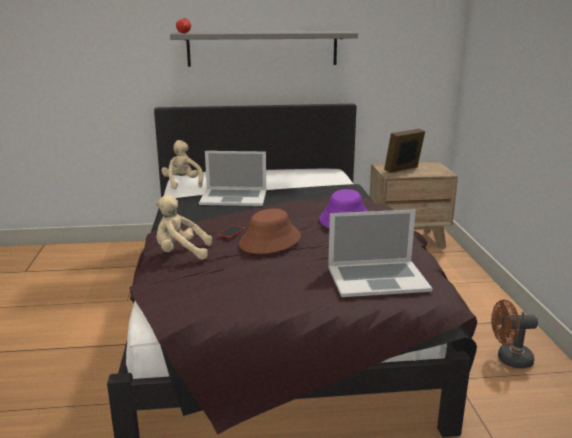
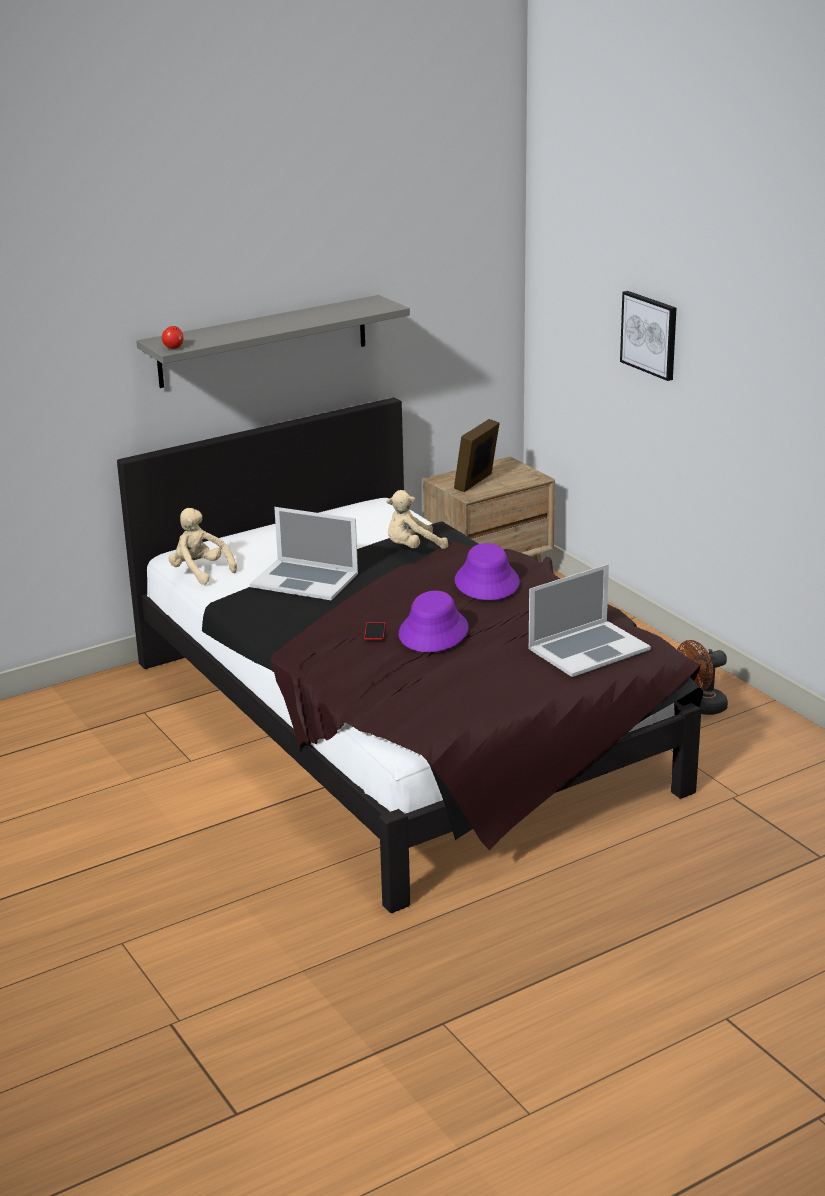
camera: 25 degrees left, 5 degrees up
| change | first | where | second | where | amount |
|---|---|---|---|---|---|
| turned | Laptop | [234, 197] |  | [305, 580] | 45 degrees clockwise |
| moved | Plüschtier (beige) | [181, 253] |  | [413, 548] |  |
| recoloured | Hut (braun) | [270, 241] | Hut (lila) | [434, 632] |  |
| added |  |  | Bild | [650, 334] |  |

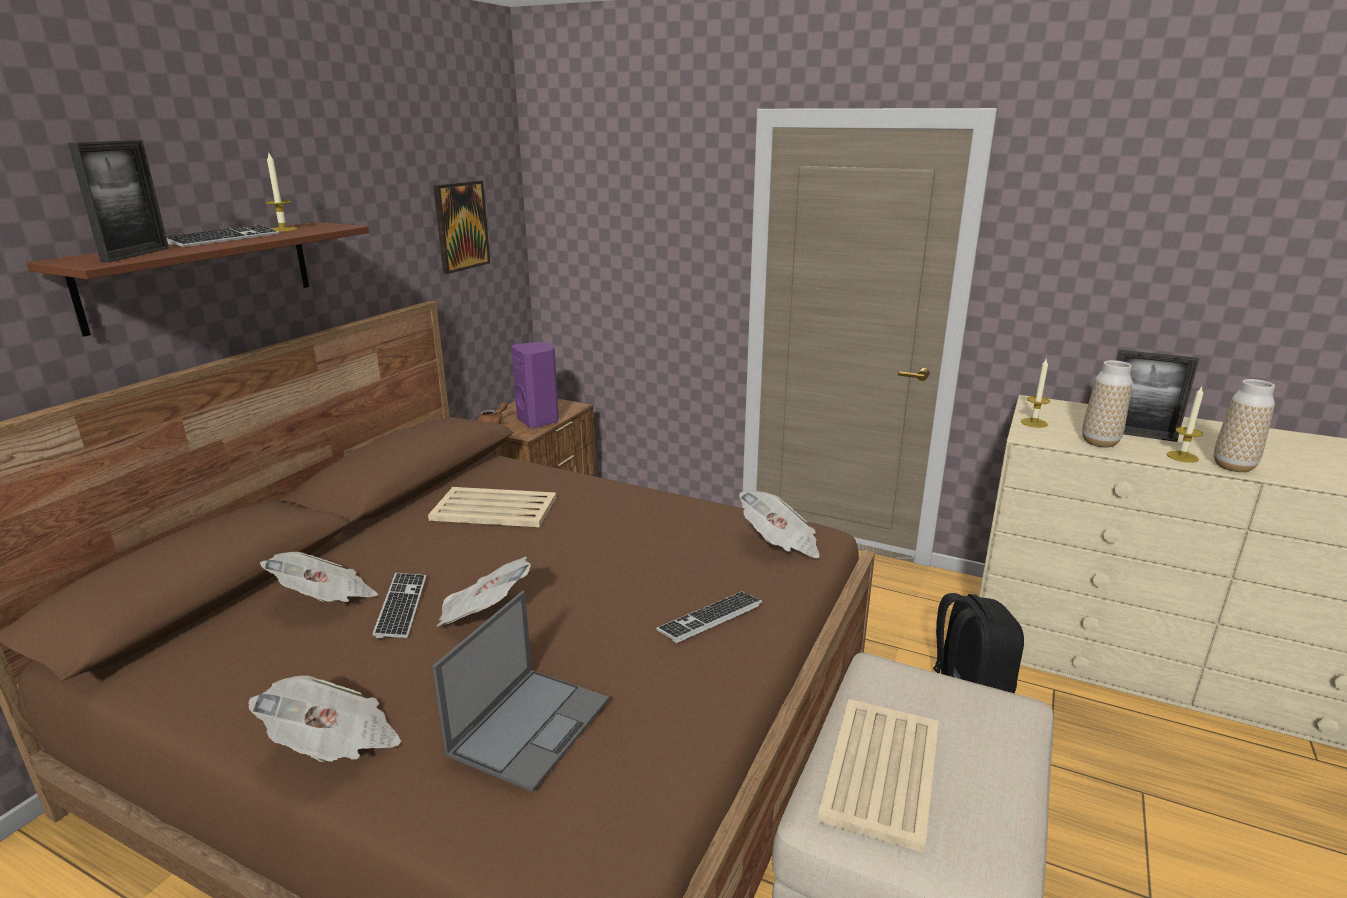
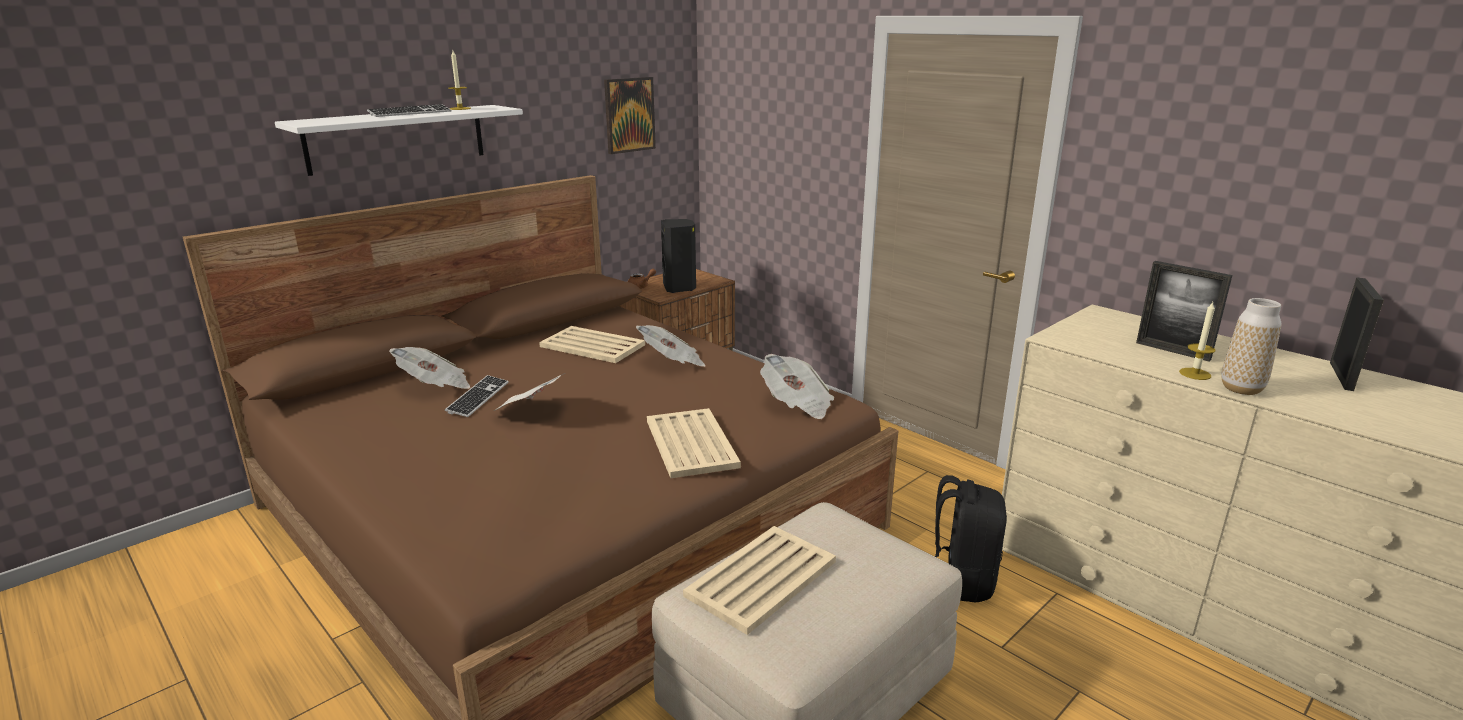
camera: 20 degrees right, 0 degrees up
| change | first | where | second | where | amount |
|---|---|---|---|---|---|
| moved | Bilderrahmen | [136, 255] |  | [1341, 376] |  |
| recoloured | Wandregal (braun) | [201, 274] | Wandregal (weiß) | [397, 138] |  |
| recoloured | Lautsprecher (lila) | [539, 421] | Lautsprecher (schwarz) | [680, 288] |  |
| removed | Kerze | [1034, 423] |  |  |  |
| removed | Vase | [1099, 442] |  |  |  |
| removed | Laptop | [531, 725] |  |  |  |
| replaced | Tastatur | [710, 618] | Tablett (beige) | [691, 444] |  |
| moved | Zeitung | [335, 745] |  | [672, 362] |  |

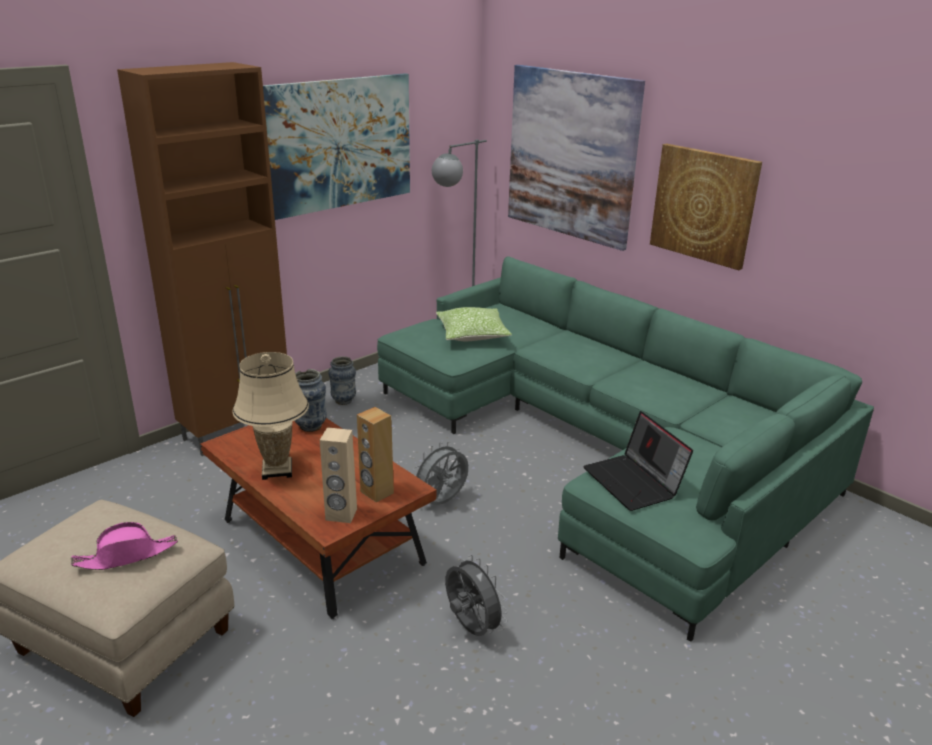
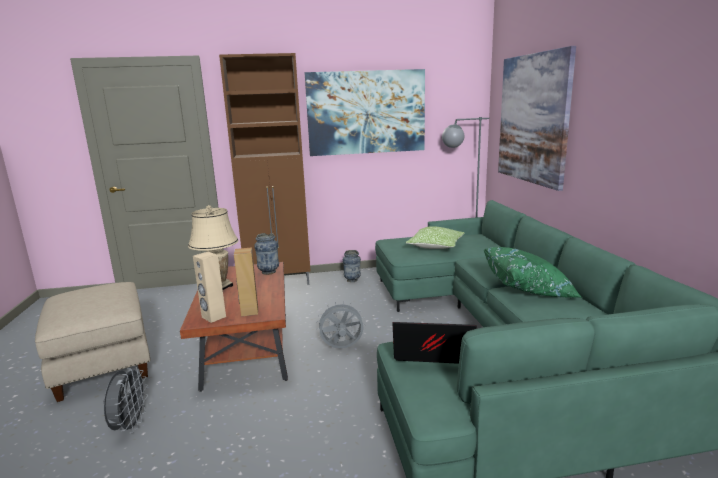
camera: 35 degrees right, 10 degrees down
| change | first | where | second | where | amount |
|---|---|---|---|---|---|
| removed | Bild | [704, 205] |  |  |  |
| turned | Laptop | [634, 482] |  | [431, 354] | 90 degrees clockwise |
| removed | Hut (rosa) | [127, 555] |  |  |  |
| moved | Ventilator (grau) | [471, 628] |  | [130, 426] |  |
| added |  |  | Kissen (grün) | [528, 289] |  |

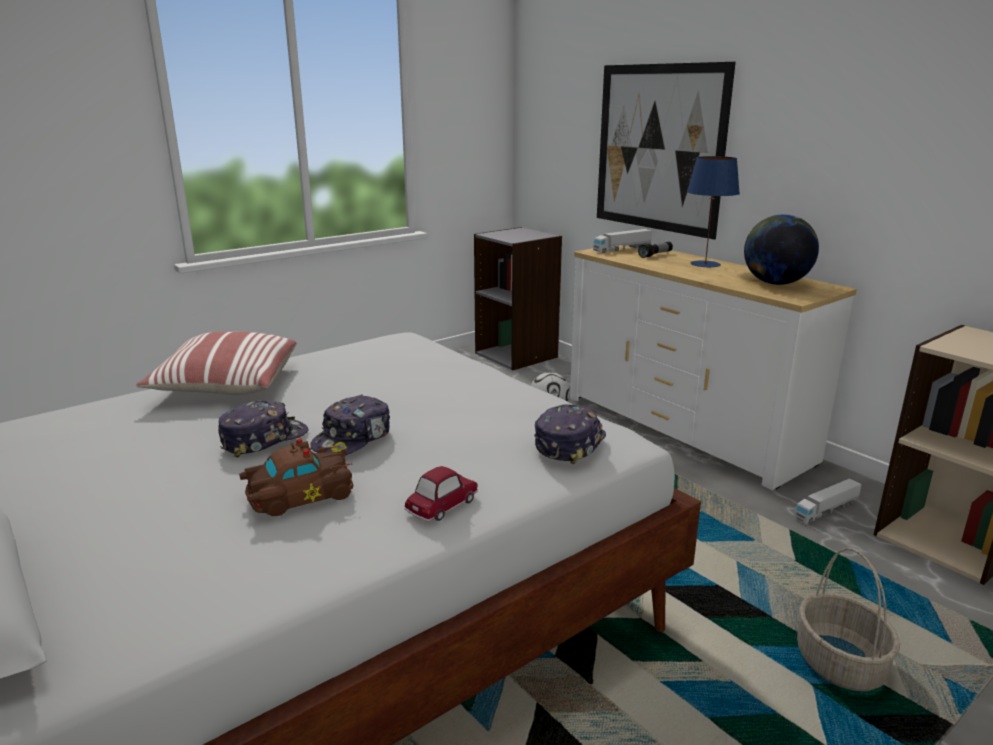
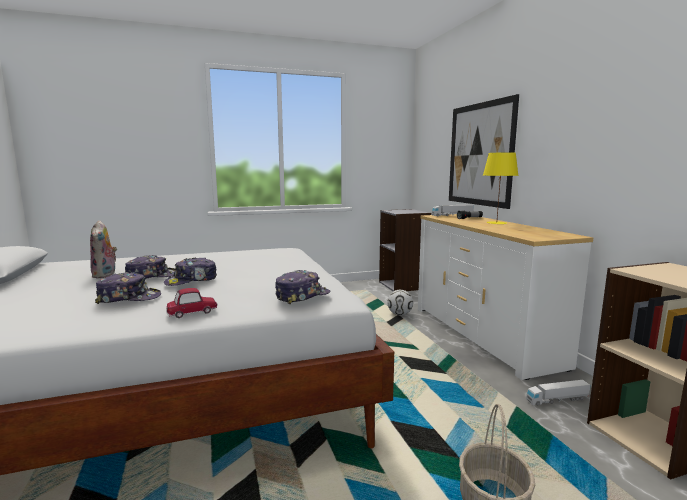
camera: 20 degrees right, 10 degrees down
| change | first | where | second | where | amount |
|---|---|---|---|---|---|
| recoloured | Tischlampe (blau) | [704, 264] | Tischlampe (gelb) | [496, 223] |  |
| removed | Globus | [775, 283] |  |  |  |
| removed | Kissen | [226, 385] |  |  |  |
| replaced | Spielzeugauto (braun) | [297, 495] | Kappe | [129, 298] |  |
| added |  |  | Plüschtier | [105, 275] |  |

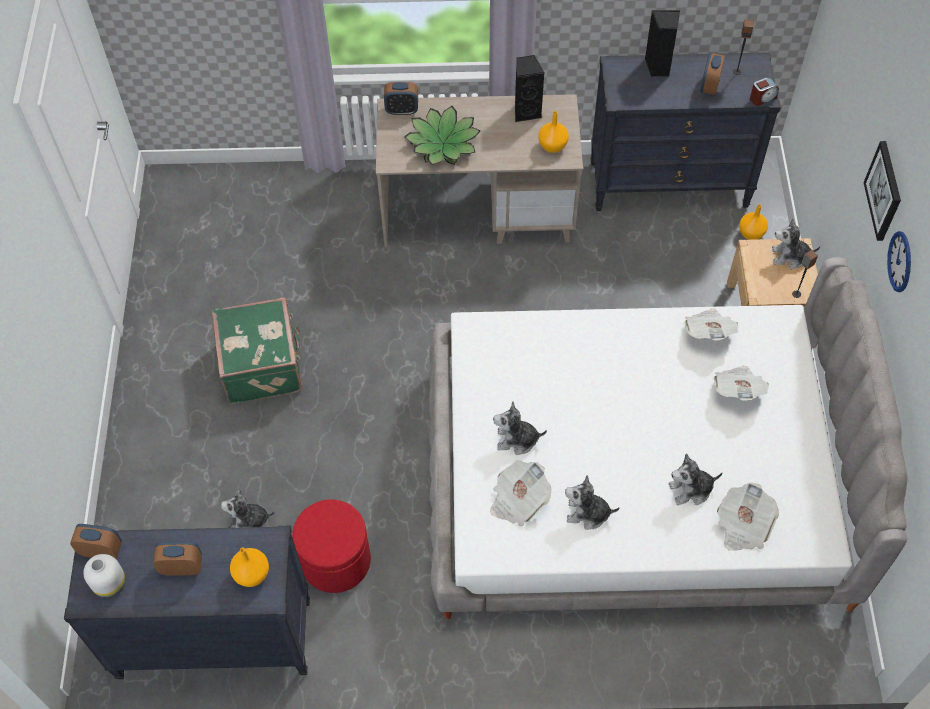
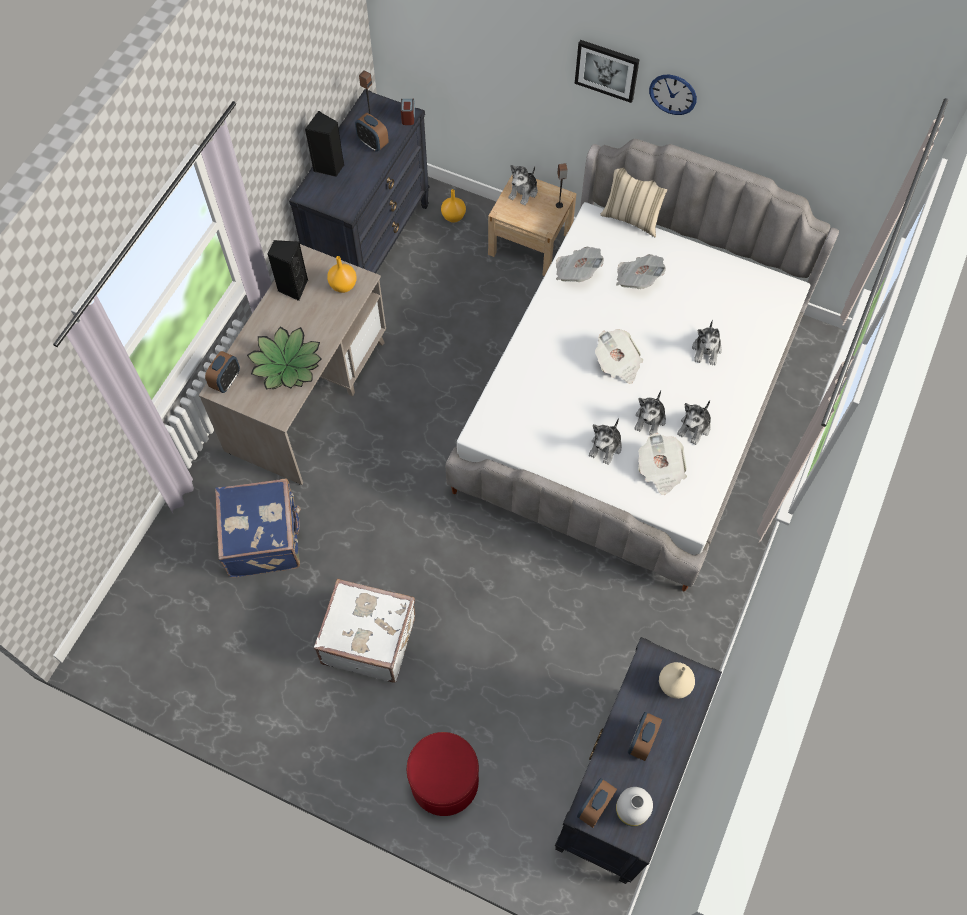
camera: 65 degrees left, 5 degrees up
| change | first | where | second | where | amount |
|---|---|---|---|---|---|
| recoloured | Koffer (grün) | [263, 365] | Koffer (weiß) | [369, 638] |  |
| moved | Zeitung | [742, 525] |  | [618, 363] |  |
| moved | Plüschtier | [249, 521] |  | [650, 419] |  |
| moved | Polsterhocker (rot) | [336, 561] |  | [444, 781] |  |
| recoloured | Vase (orange) | [252, 575] | Vase (beige) | [675, 685] |  |
| added |  |  | Kissen (beige) | [632, 218] |  |
| added |  |  | Koffer (blau) | [264, 538] |  |

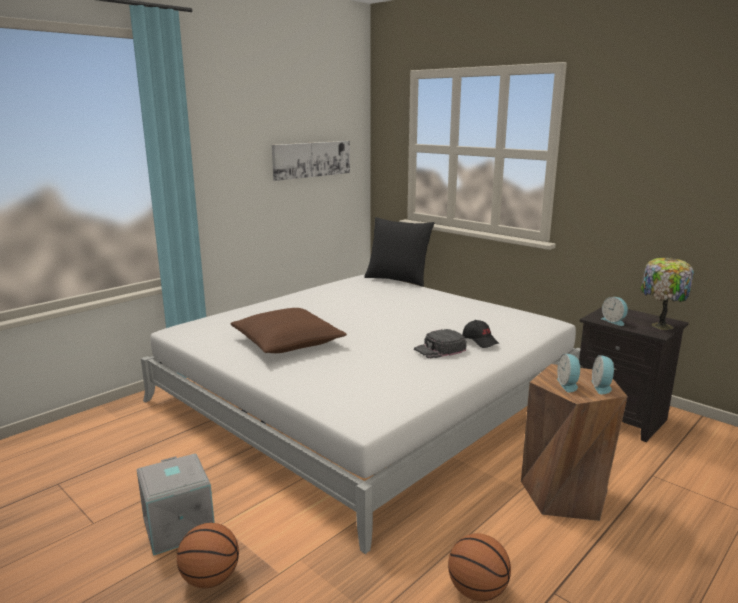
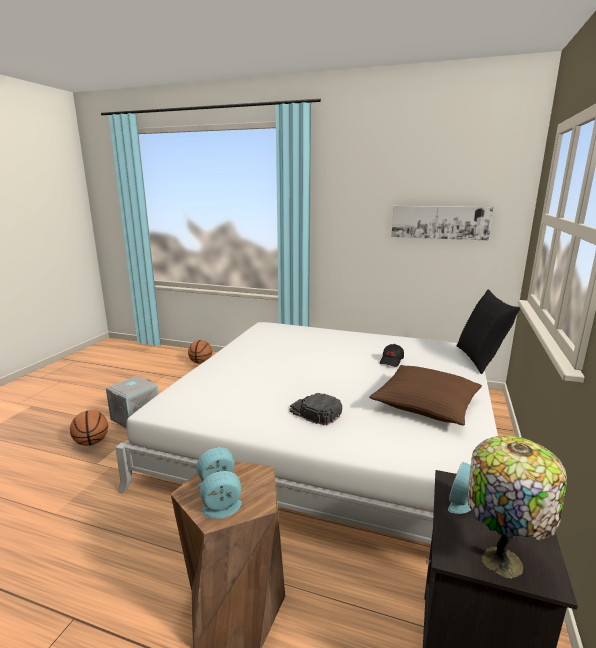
camera: 65 degrees right, 0 degrees up
| change | first | where | second | where | amount |
|---|---|---|---|---|---|
| moved | Kissen (braun) | [287, 342] |  | [426, 403] |  |
| moved | Kappe (schwarz) | [480, 341] |  | [391, 361] |  |
| moved | Basketball | [477, 591] |  | [200, 362] |  |

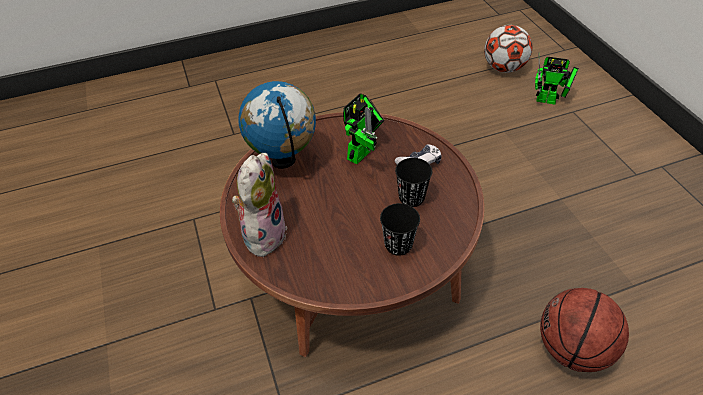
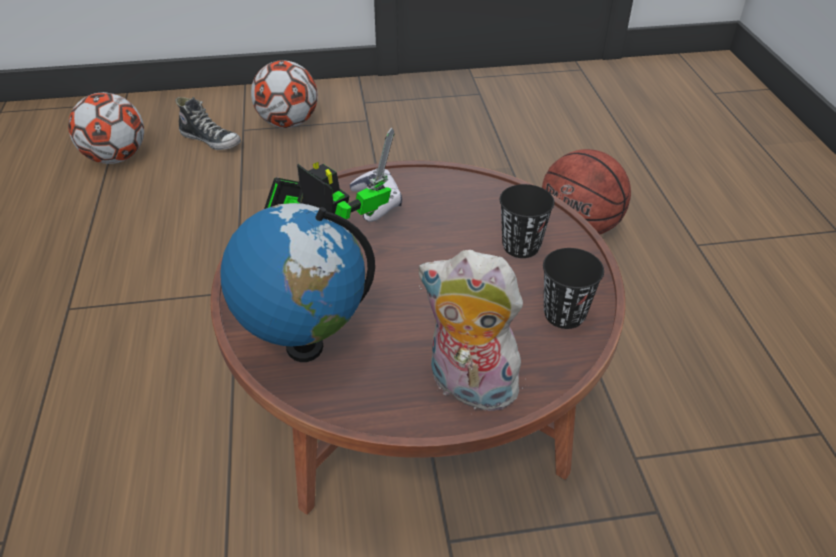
camera: 80 degrees left, 5 degrees down
| change | first | where | second | where | amount |
|---|---|---|---|---|---|
| replaced | Spielzeugroboter | [549, 101] | Schuh | [211, 140] |  |
| moved | Tasse (schwarz) | [411, 198] |  | [564, 314] |  |
| added |  |  | Fußball | [288, 123] |  |

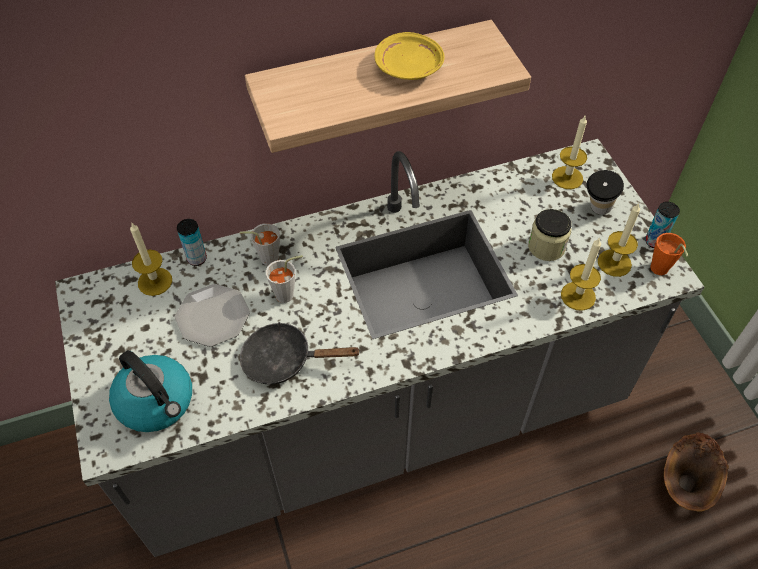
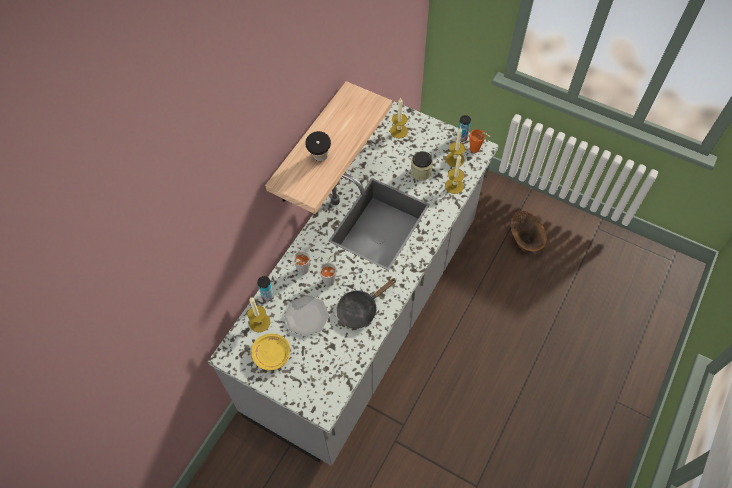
camera: 40 degrees left, 5 degrees up
| change | first | where | second | where | amount |
|---|---|---|---|---|---|
| moved | Teller (gelb) | [409, 67] |  | [272, 354] |  |
| moved | Tasse | [596, 211] |  | [320, 159] |  |
| removed | Wasserkessel | [157, 402] |  |  |  |

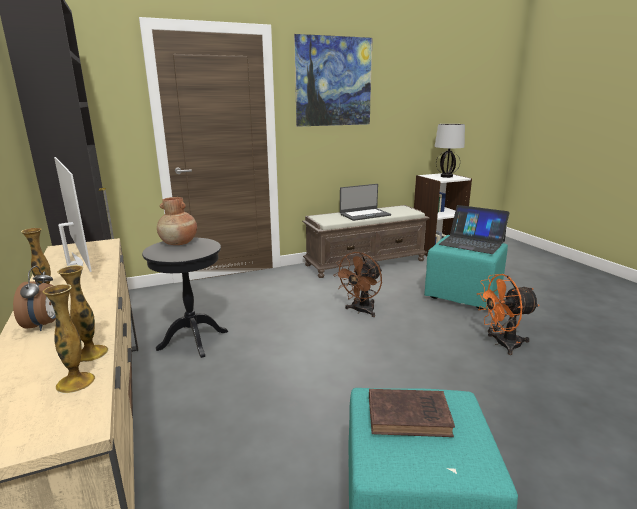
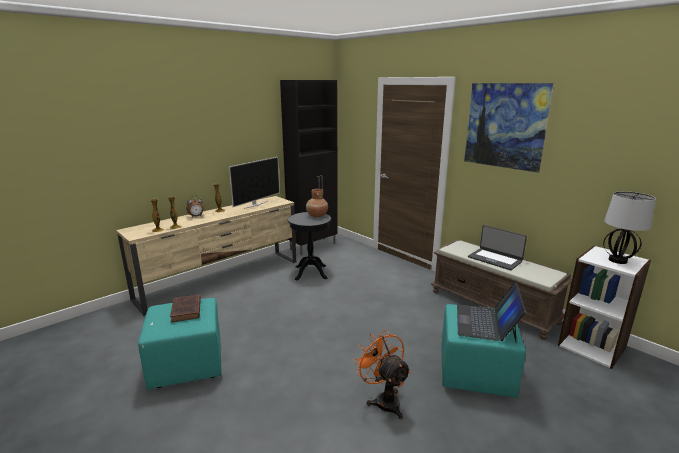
camera: 70 degrees right, 0 degrees up
| change | first | where | second | where | amount |
|---|---|---|---|---|---|
| removed | Ventilator (braun) | [361, 311] |  |  |  |

